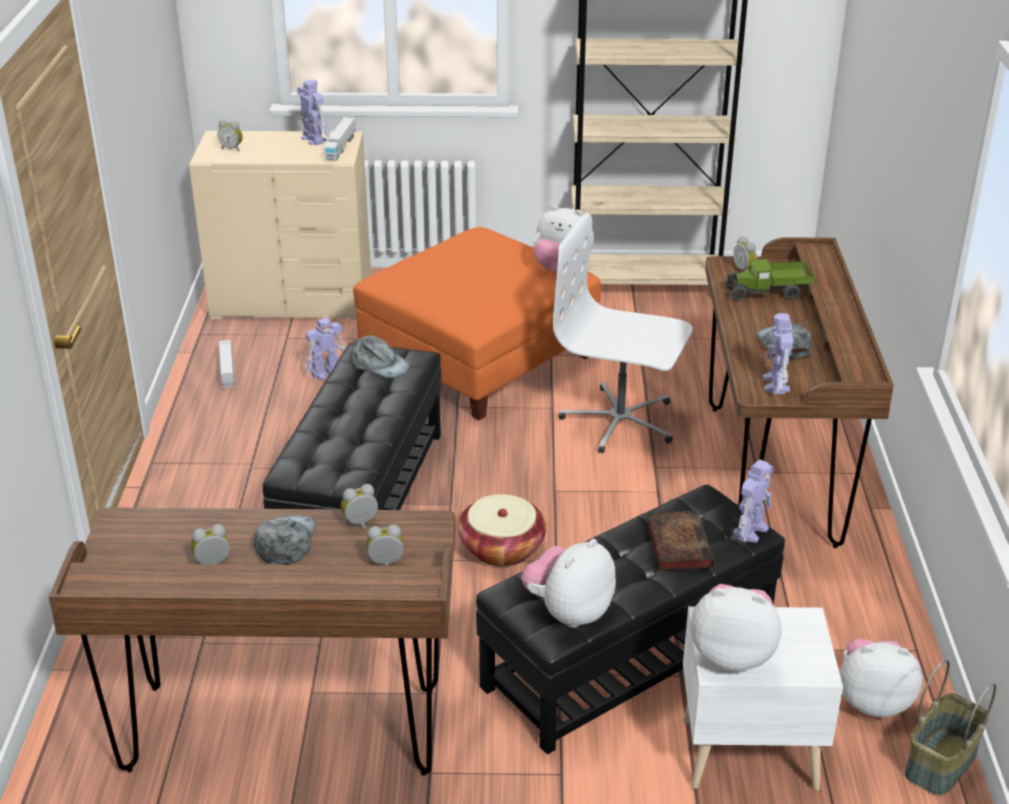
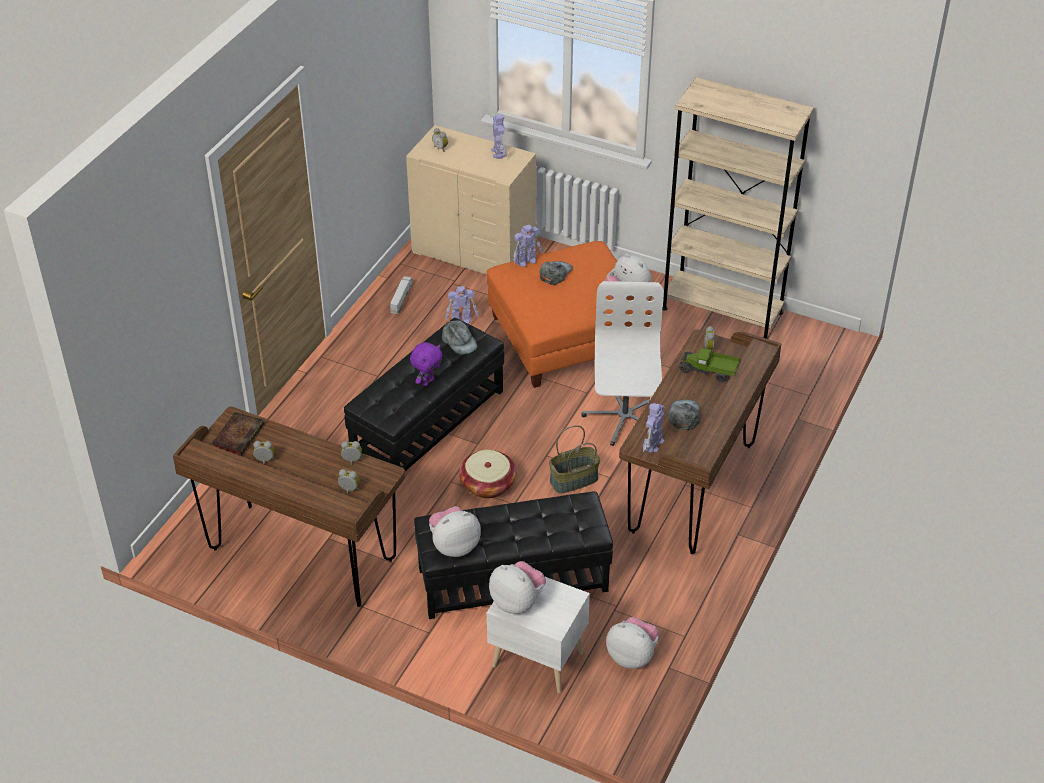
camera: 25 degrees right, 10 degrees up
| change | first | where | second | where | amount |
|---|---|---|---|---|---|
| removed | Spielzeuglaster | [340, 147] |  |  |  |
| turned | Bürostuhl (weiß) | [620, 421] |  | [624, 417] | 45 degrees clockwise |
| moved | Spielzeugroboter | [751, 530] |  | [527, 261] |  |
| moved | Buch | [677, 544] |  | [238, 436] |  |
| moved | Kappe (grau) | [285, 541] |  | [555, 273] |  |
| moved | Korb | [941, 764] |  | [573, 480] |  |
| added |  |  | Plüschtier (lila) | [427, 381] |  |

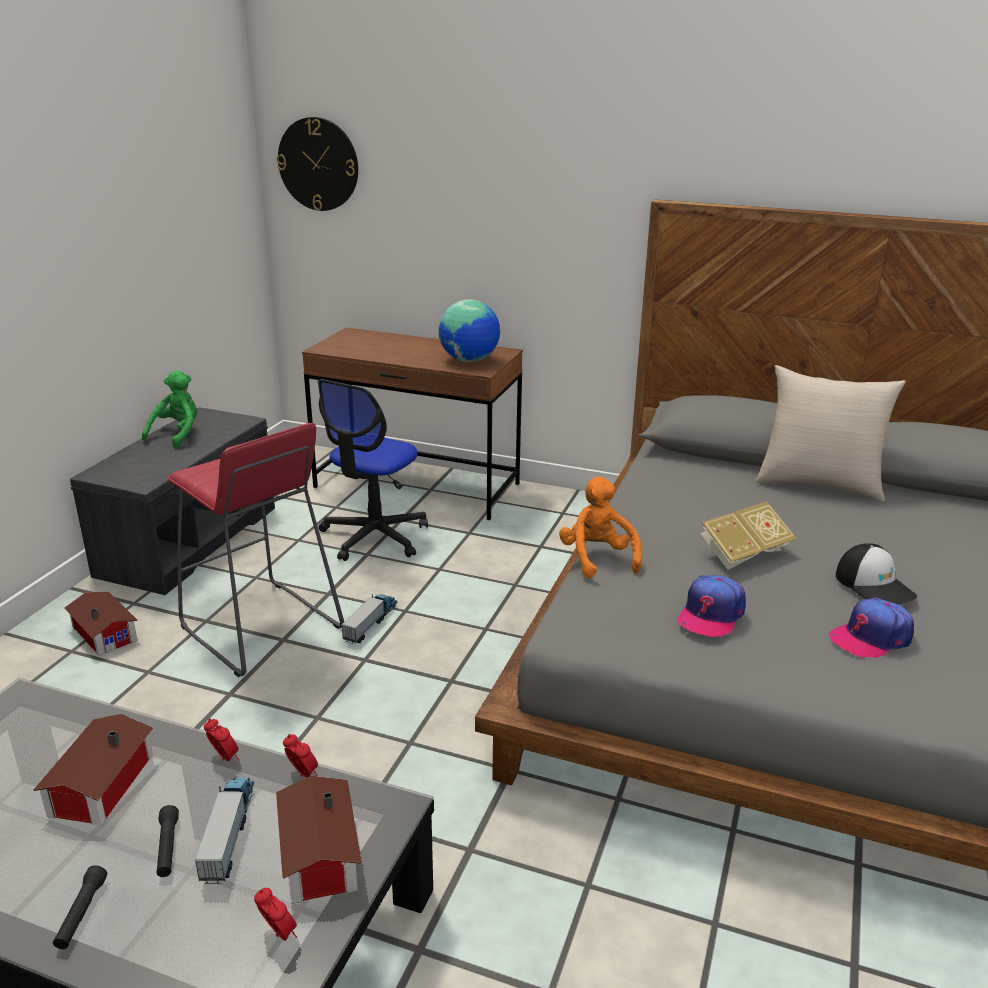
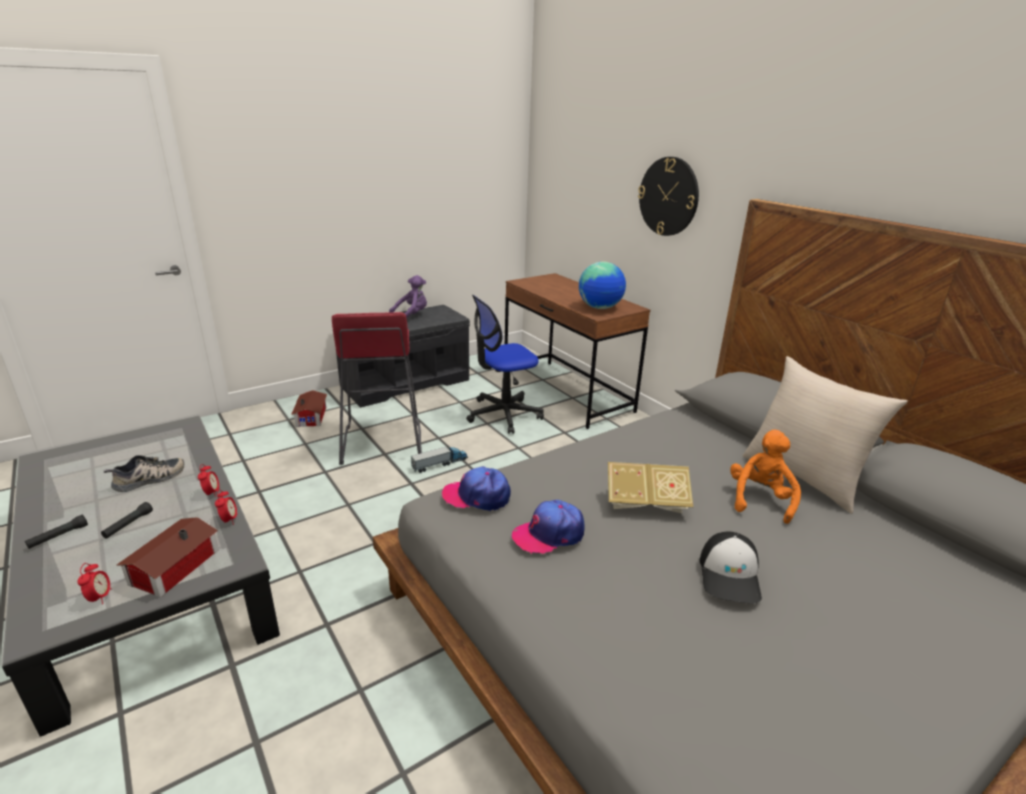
camera: 35 degrees right, 0 degrees up
| change | first | where | second | where | amount |
|---|---|---|---|---|---|
| moved | Wanduhr | [318, 164] |  | [668, 196] |  |
| recoloured | Plüschtier (grün) | [177, 434] | Plüschtier (lila) | [411, 315] |  |
| moved | Plüschtier (orange) | [597, 558] |  | [760, 499] |  |
| moved | Kappe | [871, 637] |  | [477, 496] |  |
| replaced | Spielzeughaus | [97, 786] | Schuh | [149, 479] |  |
| removed | Spielzeuglaster | [229, 833] |  |  |  |

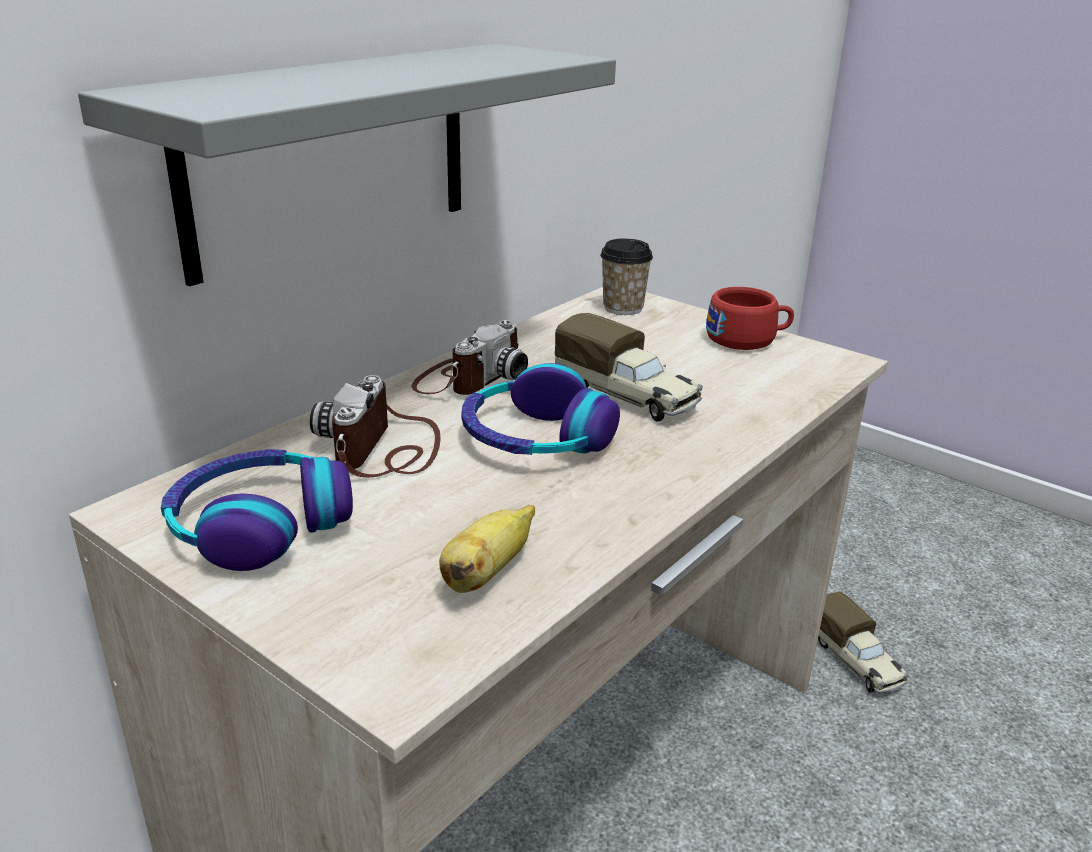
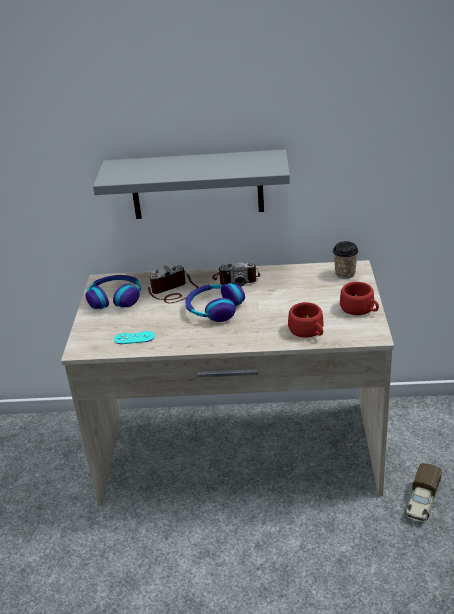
camera: 55 degrees right, 5 degrees up
| change | first | where | second | where | amount |
|---|---|---|---|---|---|
| removed | Spielzeuglaster | [627, 396] |  |  |  |
| replaced | Banane | [486, 573] | Gamepad (türkis) | [134, 338] |  |
| added |  |  | Tasse (rot) | [308, 331] |  |

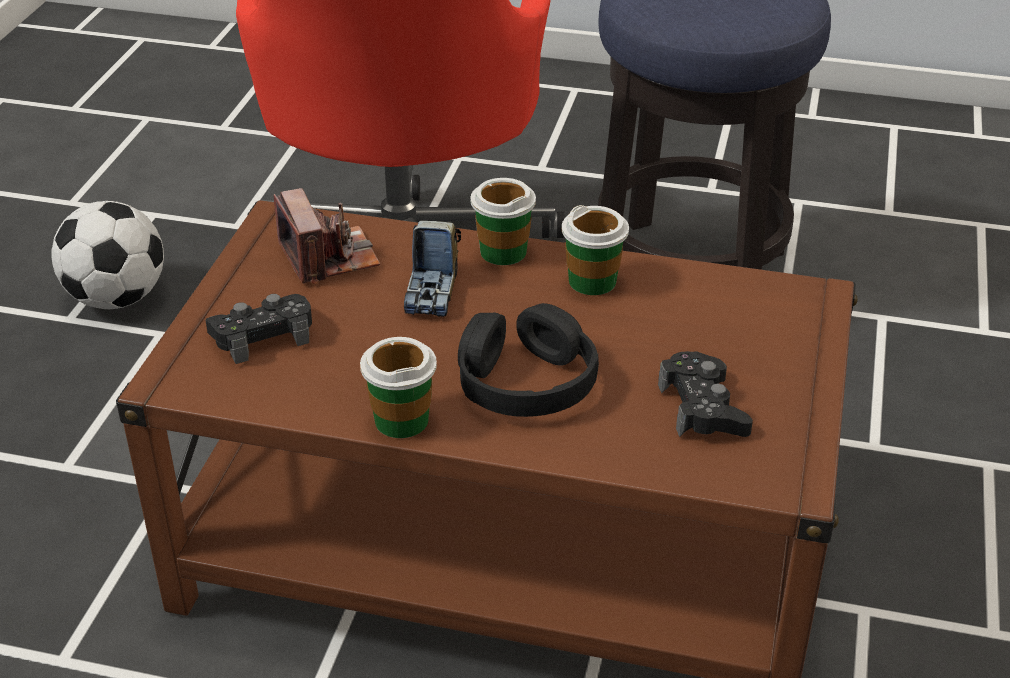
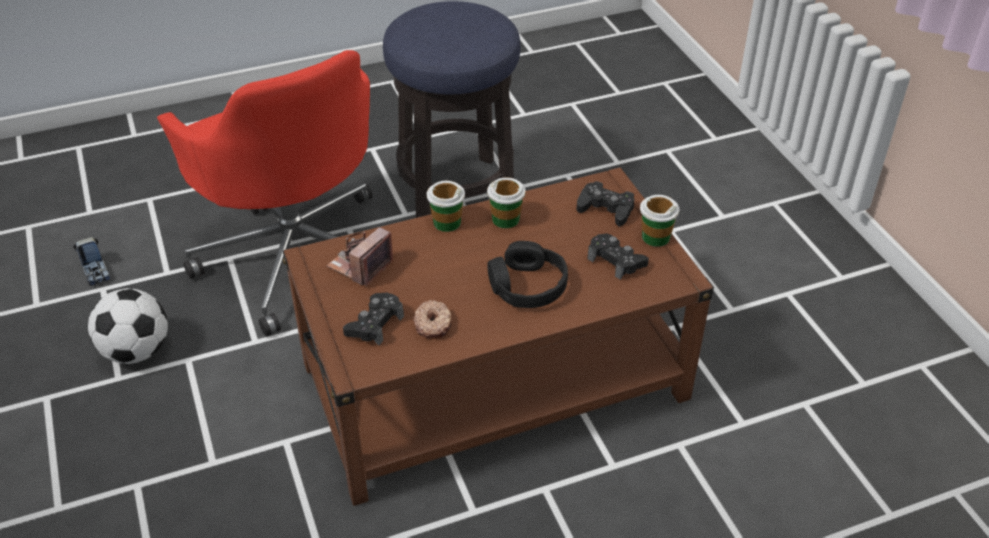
camera: 35 degrees left, 5 degrees up
| change | first | where | second | where | amount |
|---|---|---|---|---|---|
| turned | Kamera | [328, 257] |  | [361, 266] | 90 degrees counterclockwise |
| moved | Spielzeuglaster | [433, 290] |  | [95, 270] |  |
| moved | Tasse | [401, 420] |  | [655, 237] |  |
| added |  |  | Gamepad (schwarz) | [606, 209] |  |
| added |  |  | Donut | [433, 324] |  |

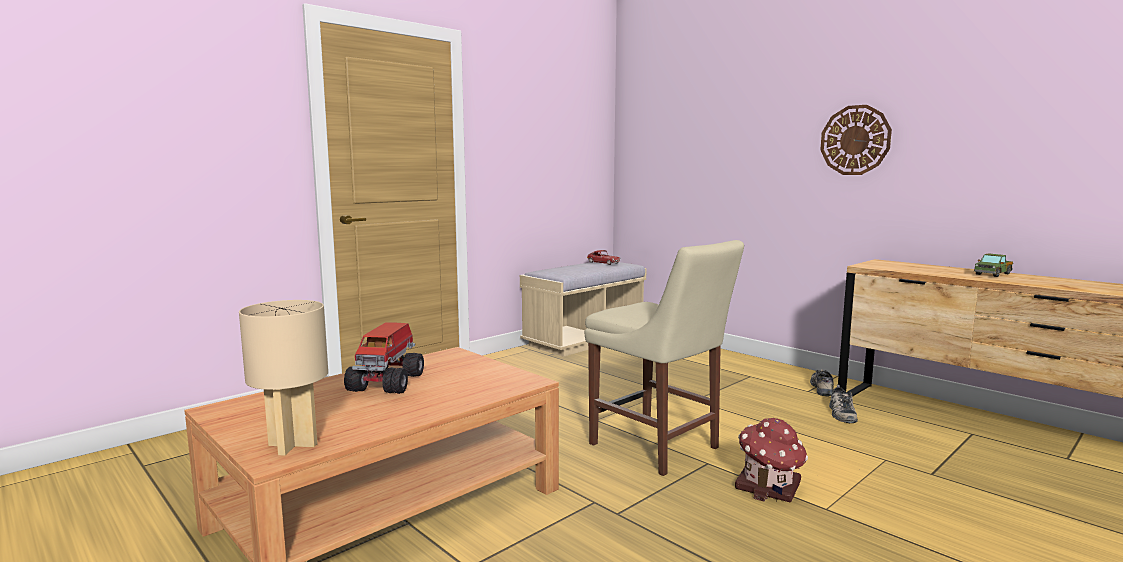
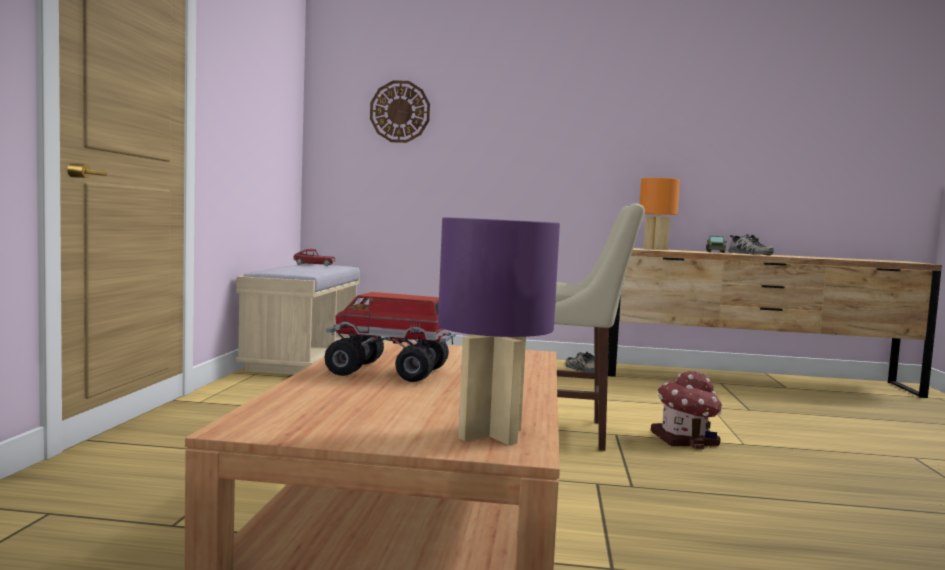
camera: 40 degrees left, 5 degrees down
| change | first | where | second | where | amount |
|---|---|---|---|---|---|
| moved | Wanduhr | [855, 140] |  | [400, 111] |  |
| recoloured | Tischlampe (beige) | [291, 445] | Tischlampe (lila) | [489, 434] |  |
| turned | Spielzeuglaster | [387, 382] |  | [390, 372] | 135 degrees clockwise |
| moved | Schuh | [841, 413] |  | [748, 253] |  |
| added |  |  | Tischlampe (orange) | [655, 249] |  |

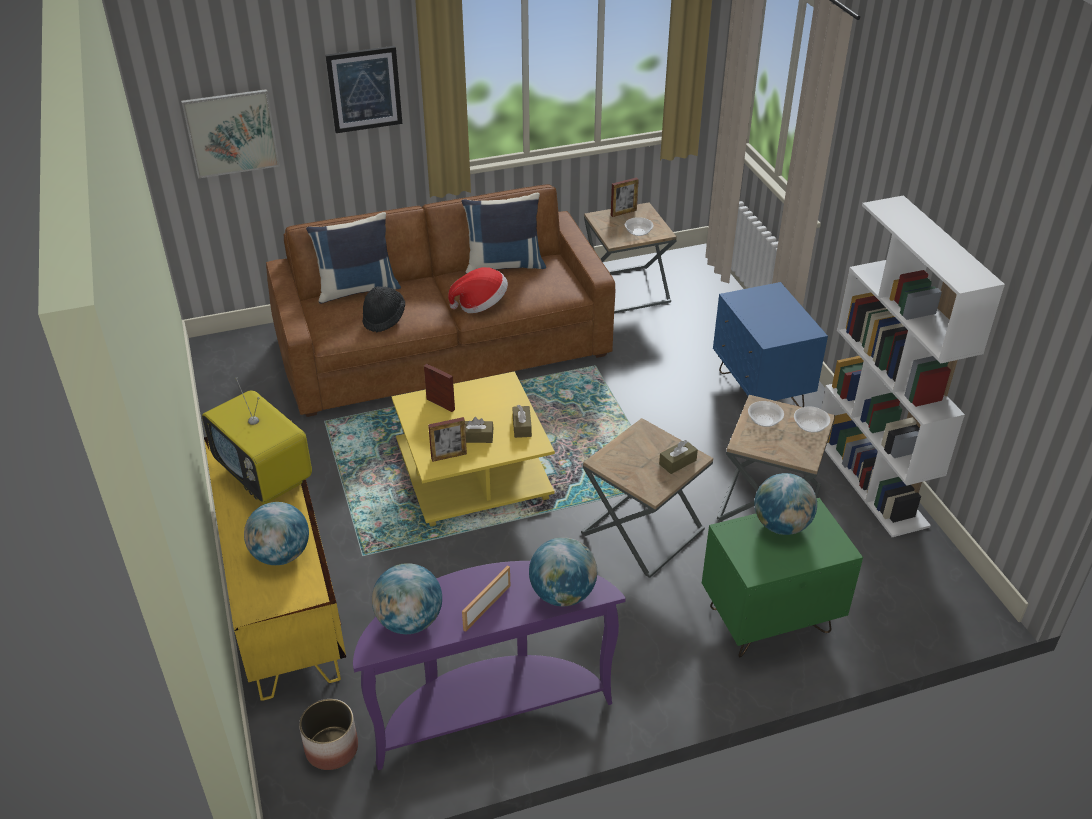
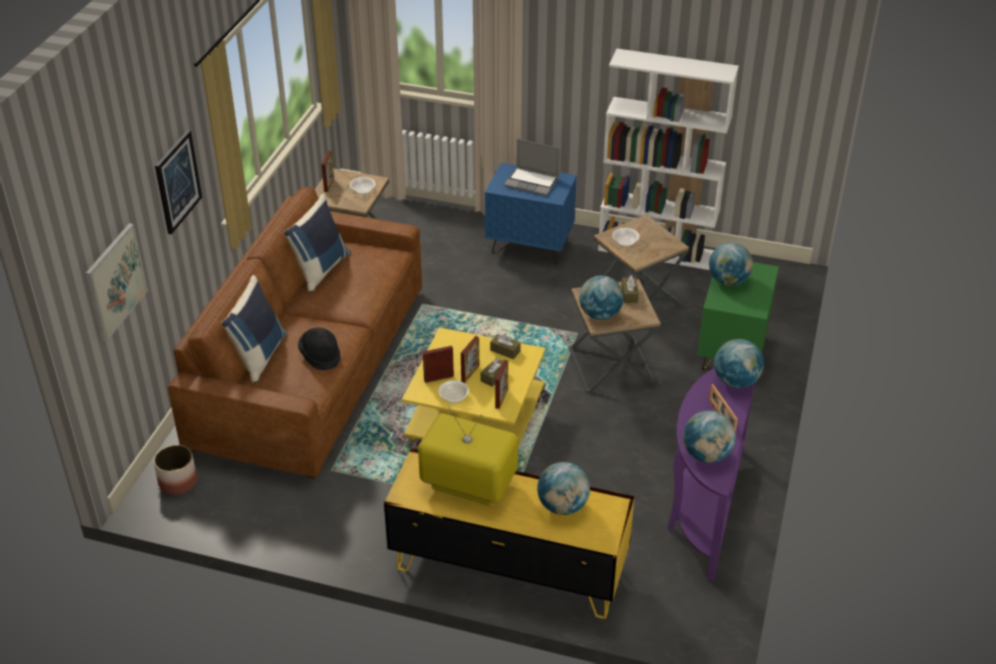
camera: 55 degrees left, 0 degrees up
| change | first | where | second | where | amount |
|---|---|---|---|---|---|
| removed | Hut | [481, 304] |  |  |  |
| turned | Fernseher | [265, 476] |  | [467, 485] | 150 degrees counterclockwise |
| moved | Schüssel | [810, 426] |  | [454, 397] |  |
| moved | Pflanzkübel | [331, 748] |  | [177, 482] |  |
| added |  |  | Laptop | [532, 182] |  |
| added |  |  | Globus | [600, 314] |  |
| added |  |  | Bilderrahmen | [470, 373] |  |

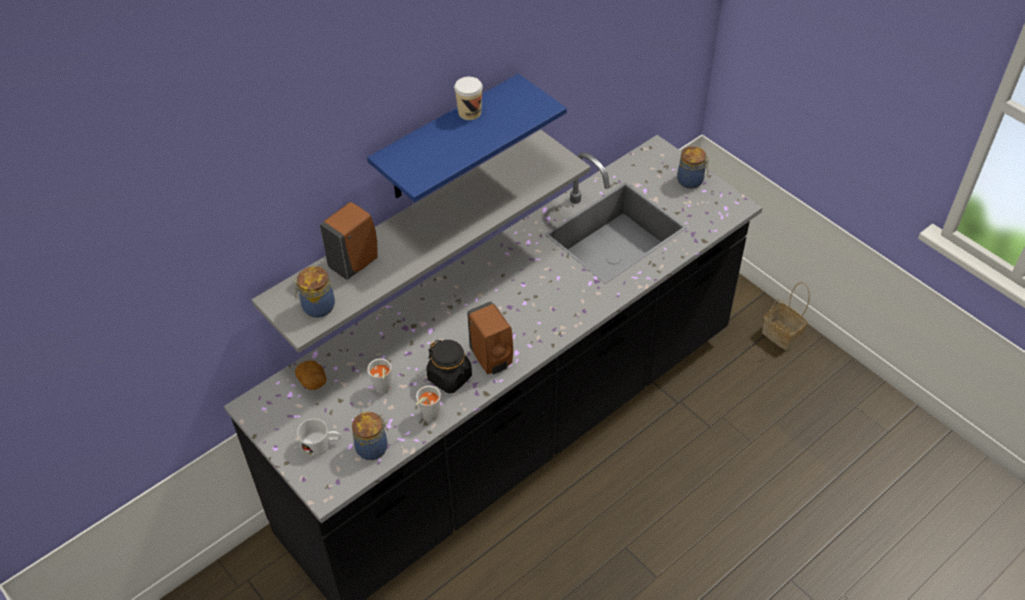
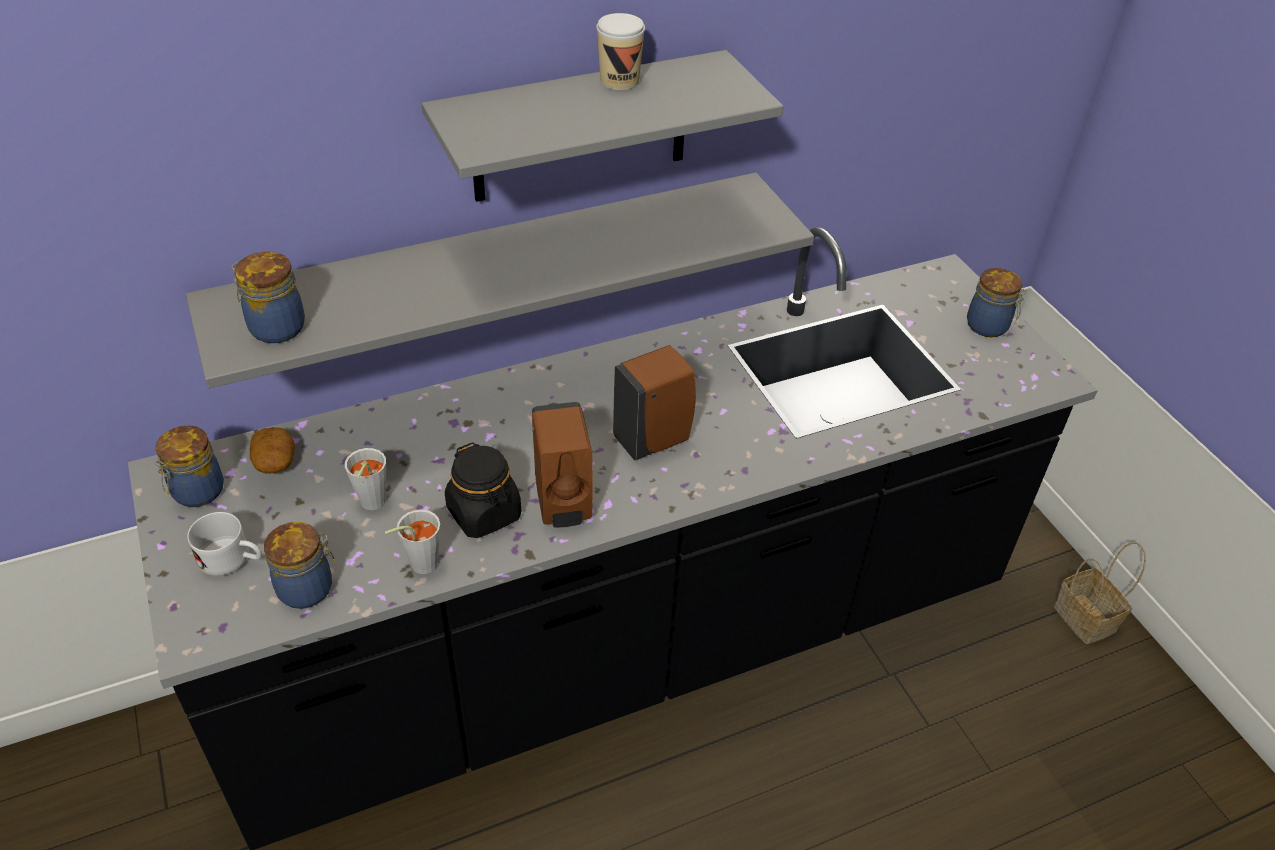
camera: 15 degrees right, 5 degrees down
| change | first | where | second | where | amount |
|---|---|---|---|---|---|
| recoloured | Wandregal (blau) | [447, 140] | Wandregal (grau) | [580, 128] |  |
| moved | Seifenspender (braun) | [355, 263] |  | [654, 439] |  |
| added |  |  | Vorratsglas | [196, 492] |  |

